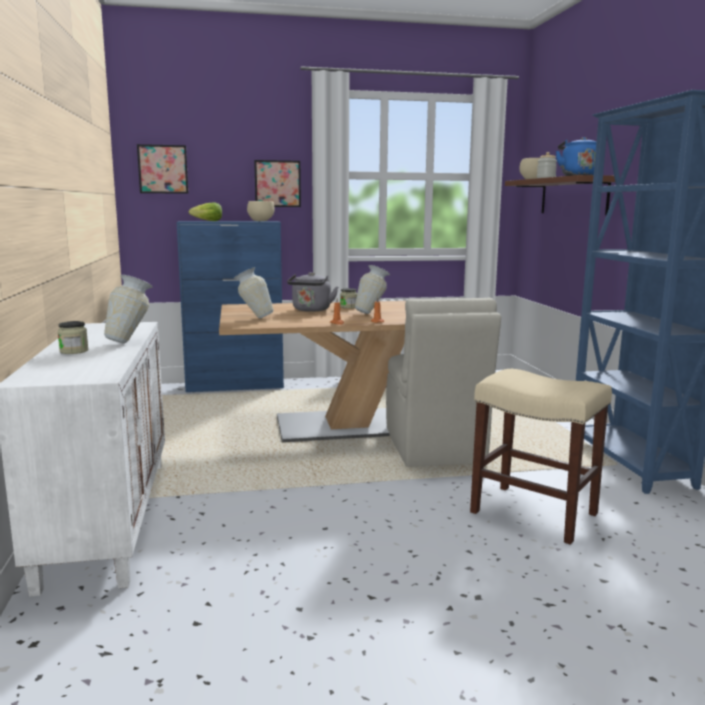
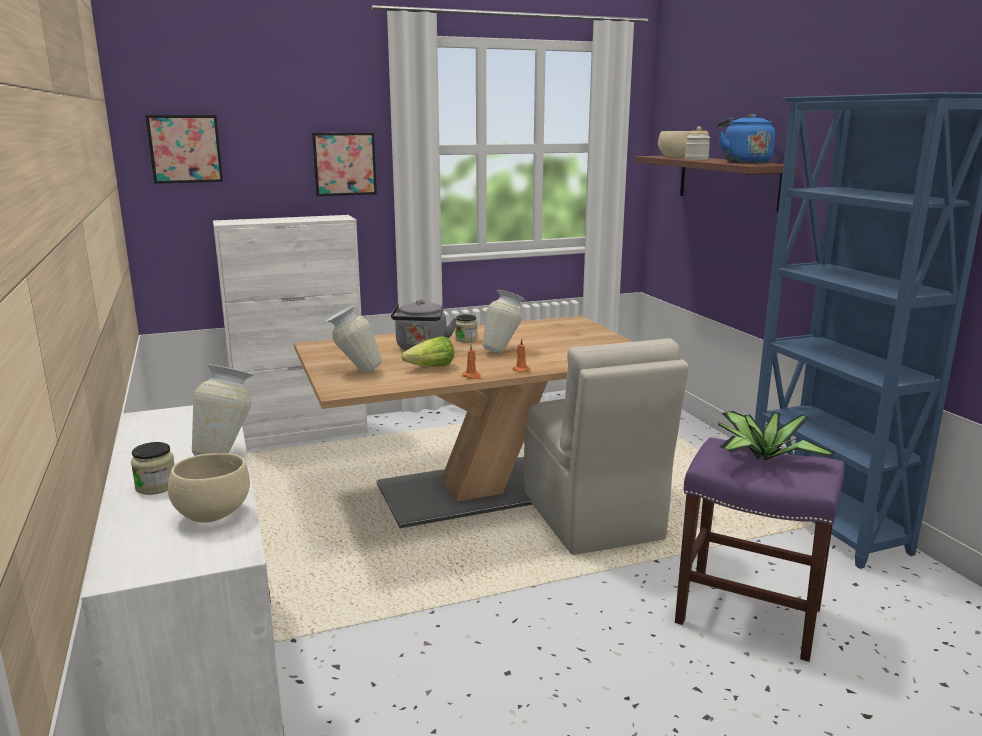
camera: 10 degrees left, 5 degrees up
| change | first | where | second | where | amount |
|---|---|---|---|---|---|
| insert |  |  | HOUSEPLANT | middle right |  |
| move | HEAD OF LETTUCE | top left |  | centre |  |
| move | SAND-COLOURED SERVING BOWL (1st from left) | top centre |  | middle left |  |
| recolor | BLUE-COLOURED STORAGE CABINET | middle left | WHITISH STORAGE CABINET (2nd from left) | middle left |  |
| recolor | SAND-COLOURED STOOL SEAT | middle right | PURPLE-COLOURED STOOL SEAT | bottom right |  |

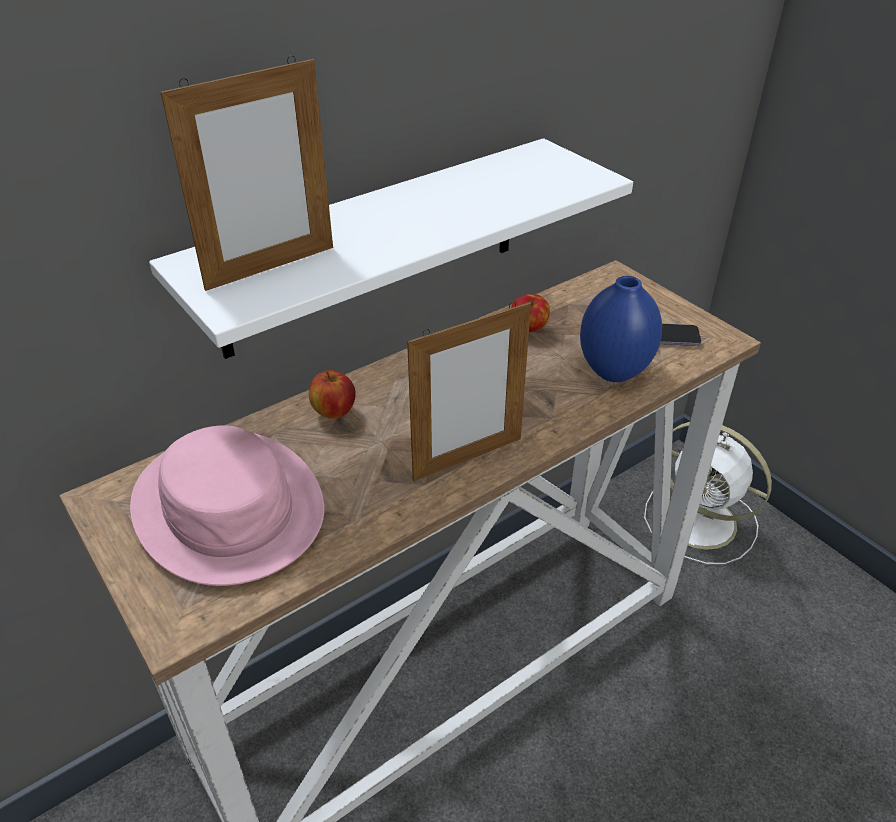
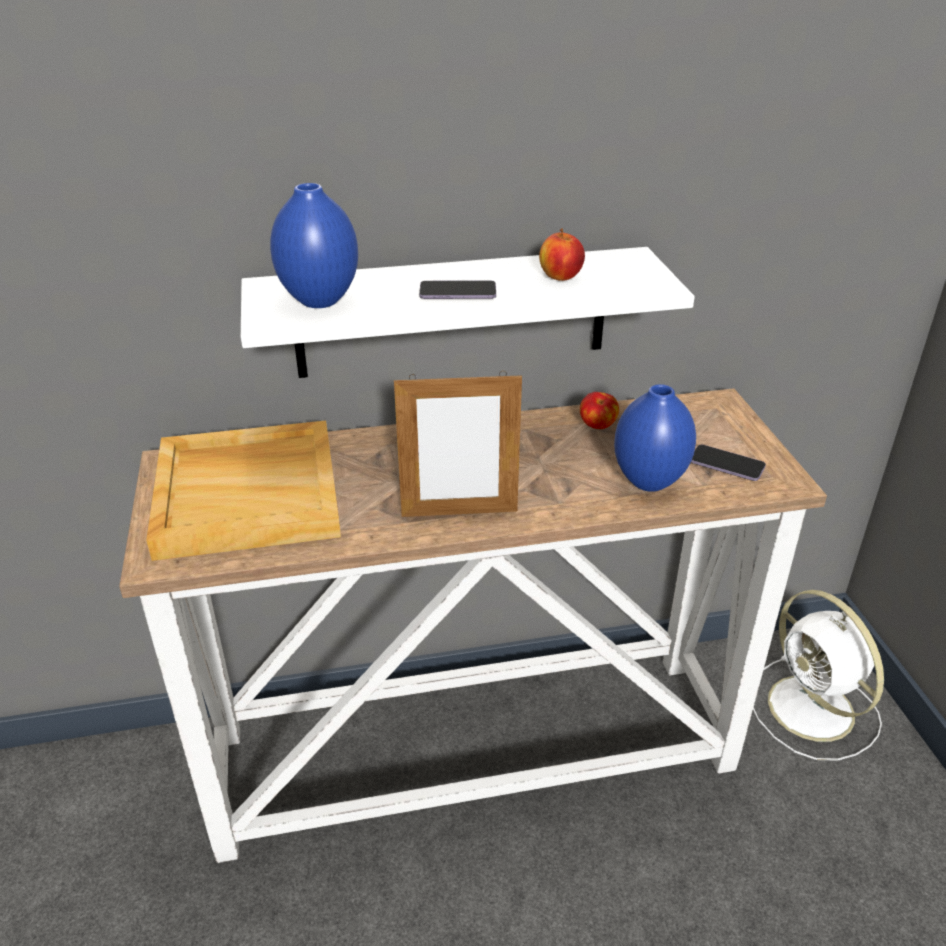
camera: 25 degrees right, 5 degrees down
| change | first | where | second | where | amount |
|---|---|---|---|---|---|
| insert |  |  | TELEPHONE (1st from left) | top centre |  |
| move | APPLE (1st from left) | centre |  | top centre |  |
| replace | PINK CLOTHING HAT | middle left | SAND-COLOURED SERVING TRAY | middle left |  |
| replace | PICTURE FRAME (1st from left) | top left | BLUE-COLOURED DECORATIVE VASE (1st from left) | top left |  |

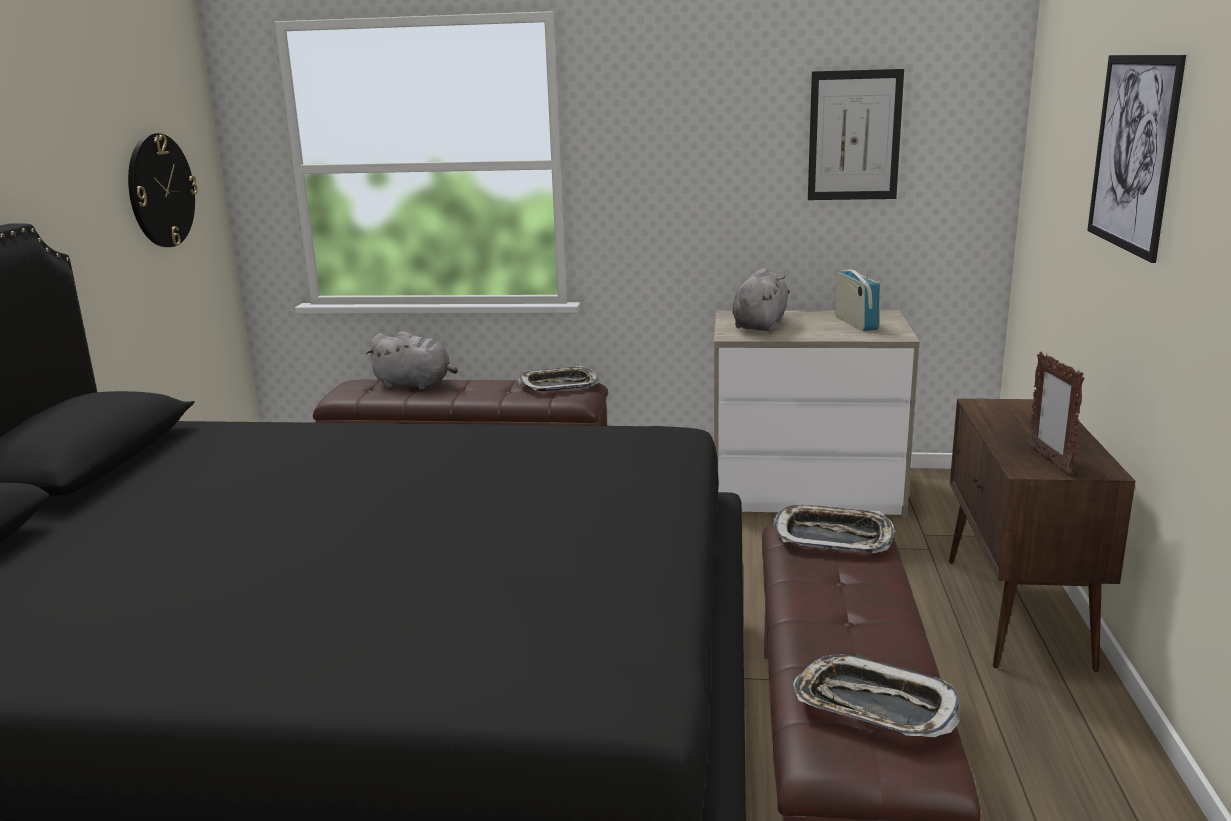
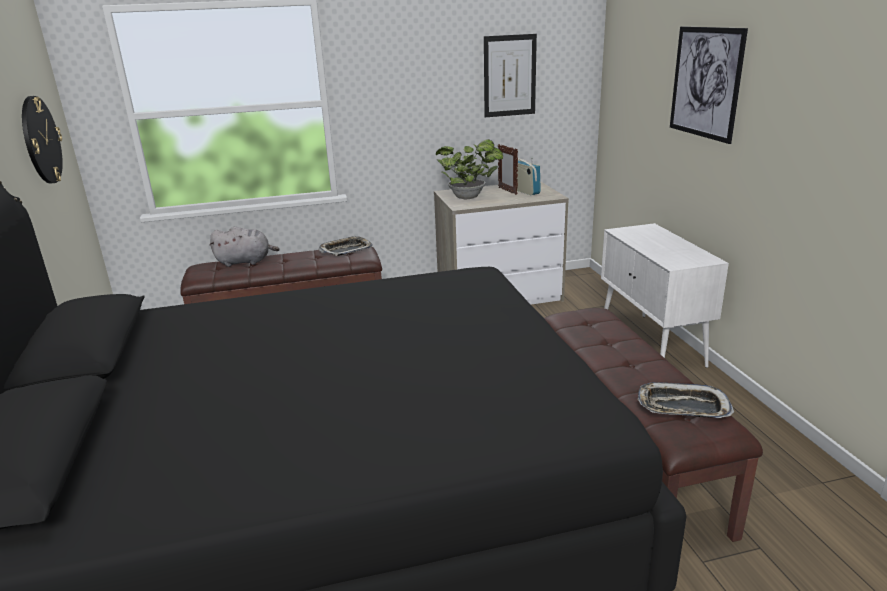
camera: 20 degrees left, 5 degrees up
| change | first | where | second | where | amount |
|---|---|---|---|---|---|
| delete | SERVING TRAY (2nd from left) | middle right |  |  |  |
| move | PICTURE FRAME | middle right |  | top centre |  |
| replace | GREYISH CUDDLY TOY (2nd from left) | centre | HOUSEPLANT | top centre |  |
| recolor | BROWN STORAGE CABINET | middle right | WHITISH STORAGE CABINET | middle right |  |

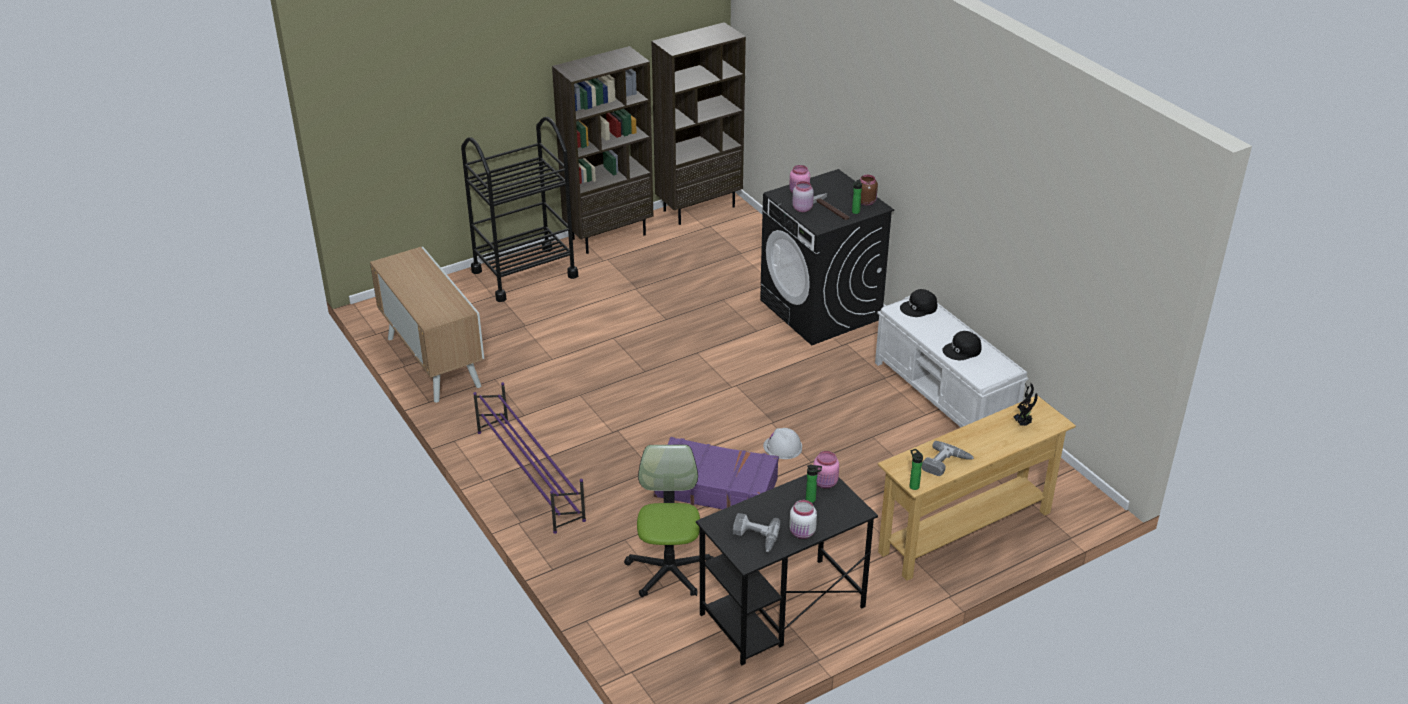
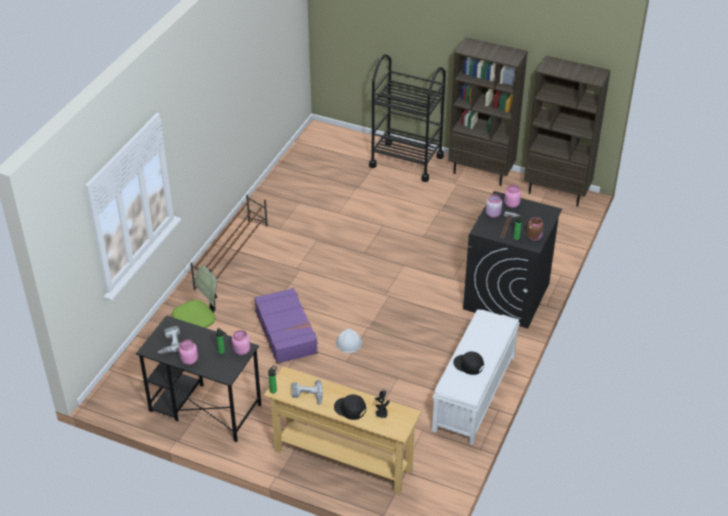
camera: 55 degrees right, 5 degrees up
| change | first | where | second | where | amount |
|---|---|---|---|---|---|
| delete | STORAGE CABINET | middle left |  |  |  |
| move | BLACKISH BASEBALL CAP (1st from left) | centre |  | bottom centre |  |
| recolor | PURPLE-COLOURED SHOE STAND | centre | BROWN SHOE STAND | middle left |  |
| recolor | WHITISH STORAGE JAR | bottom centre | PINK STORAGE JAR (1st from left) | bottom left |  |

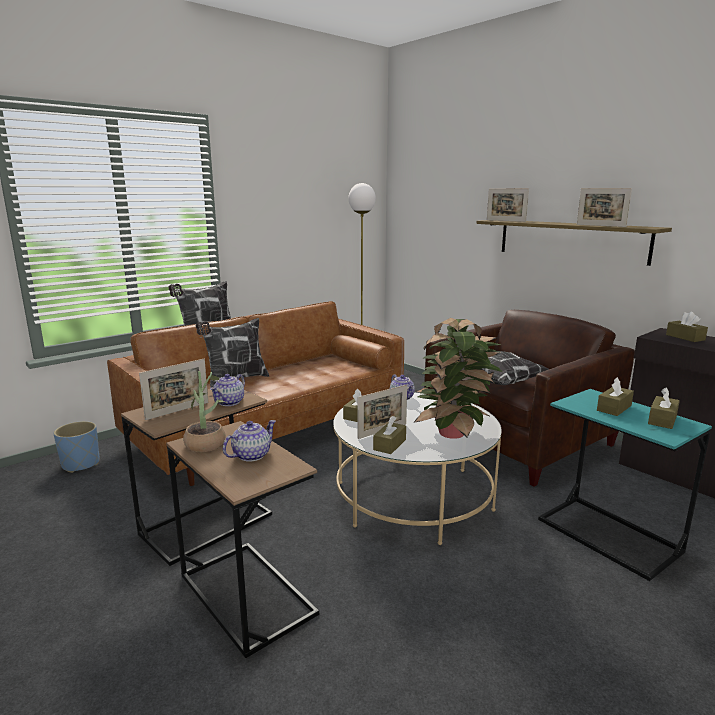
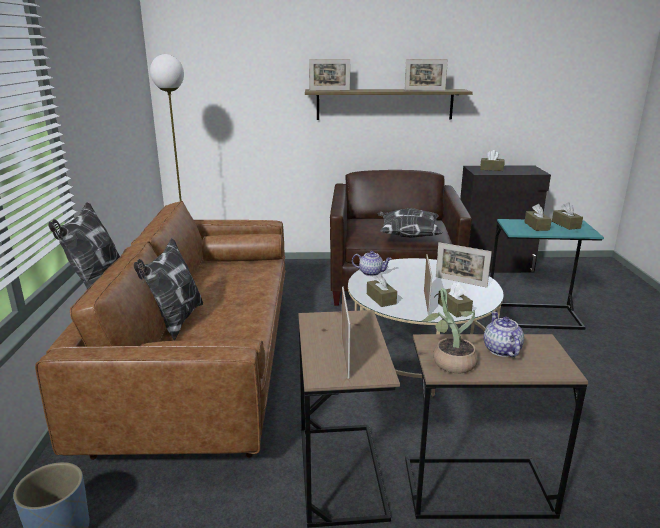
camera: 50 degrees left, 5 degrees up
| change | first | where | second | where | amount |
|---|---|---|---|---|---|
| delete | POT FOR TEA (1st from left) | middle left |  |  |  |
| replace | HOUSEPLANT (2nd from left) | centre | PICTURE FRAME (5th from left) | middle right |  |

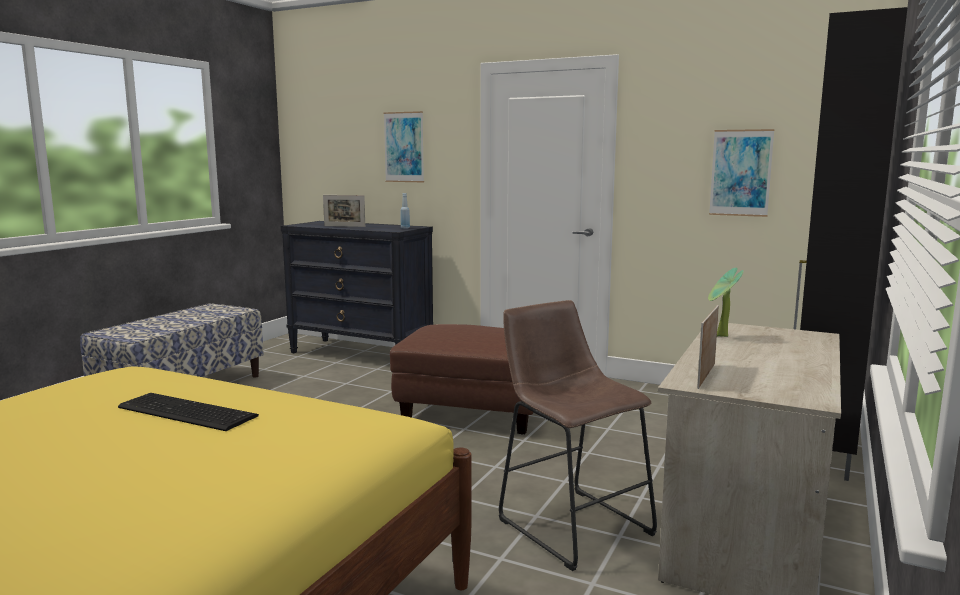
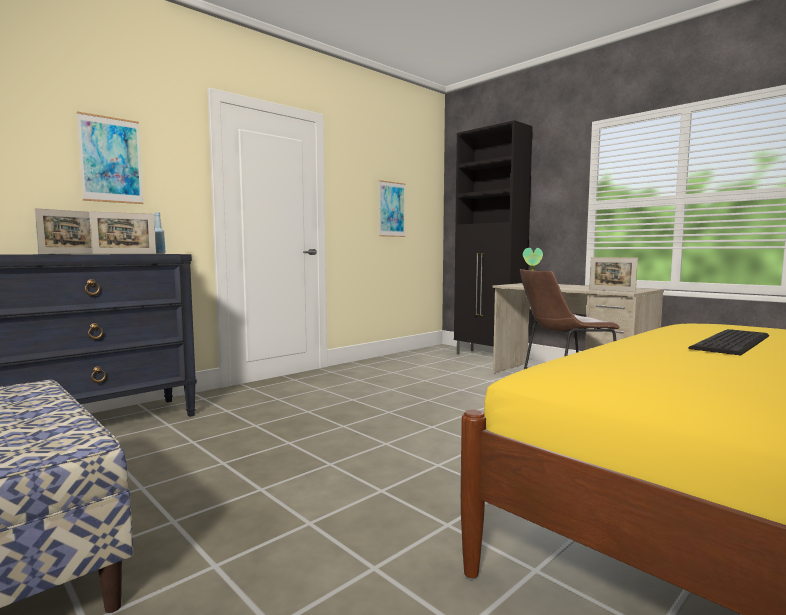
camera: 70 degrees left, 5 degrees down
| change | first | where | second | where | amount |
|---|---|---|---|---|---|
| delete | BROWN POUFFE | centre |  |  |  |
| insert |  |  | PICTURE FRAME (2nd from left) | middle left |  |

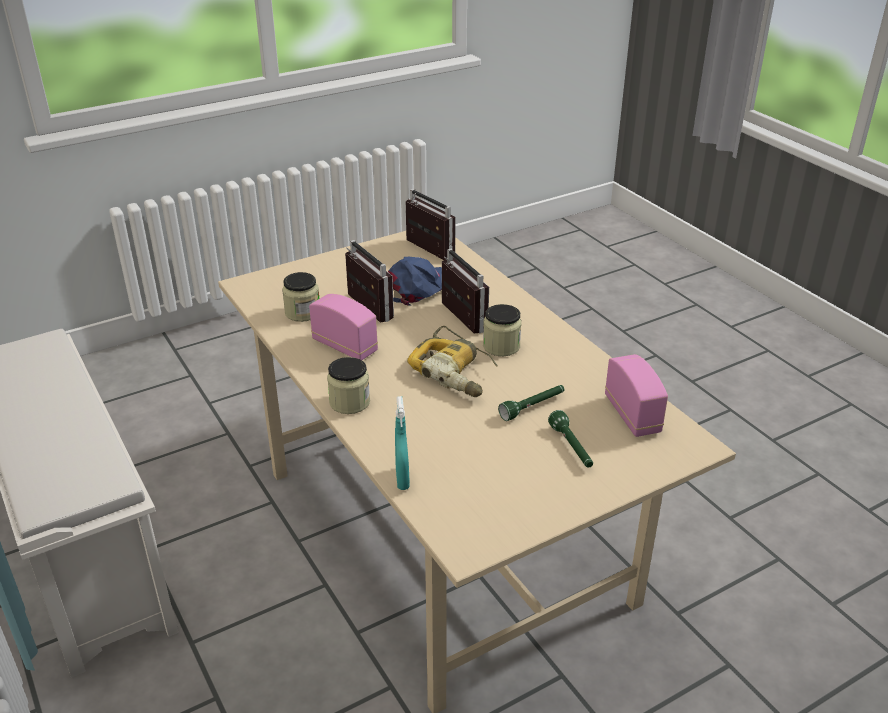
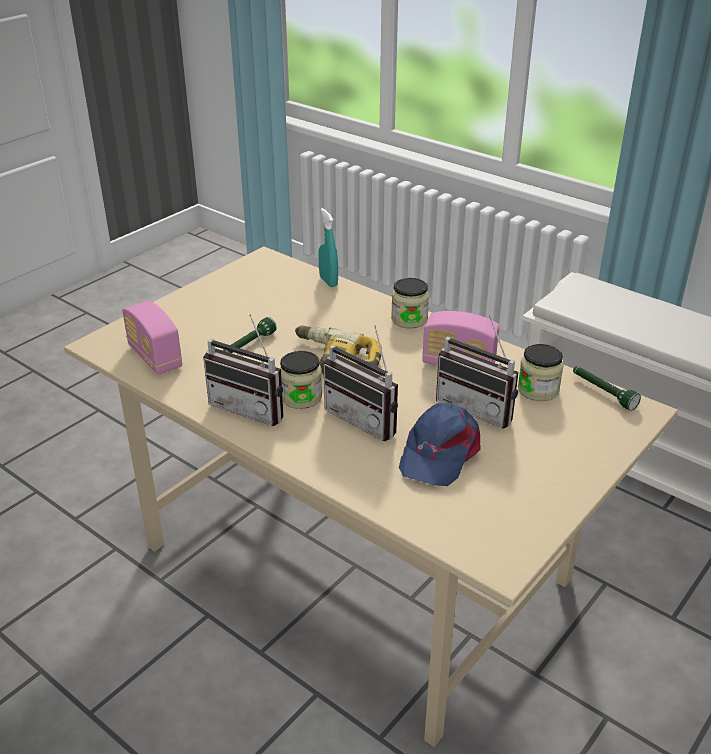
camera: 160 degrees right, 0 degrees up
| change | first | where | second | where | amount |
|---|---|---|---|---|---|
| move | RADIO (3rd from left in the first image) | top centre | RADIO (2nd from left) | centre |  |
| move | GREEN-COLOURED FLASHLIGHT (2nd from left) | centre |  | middle right |  |

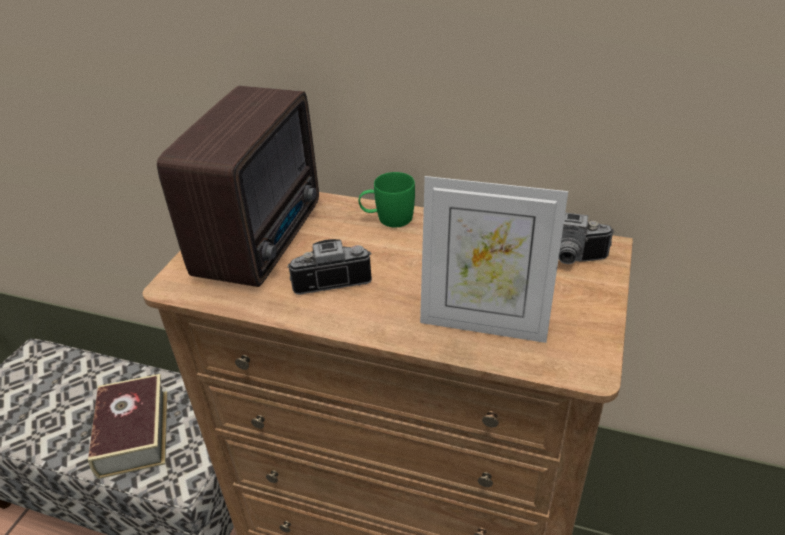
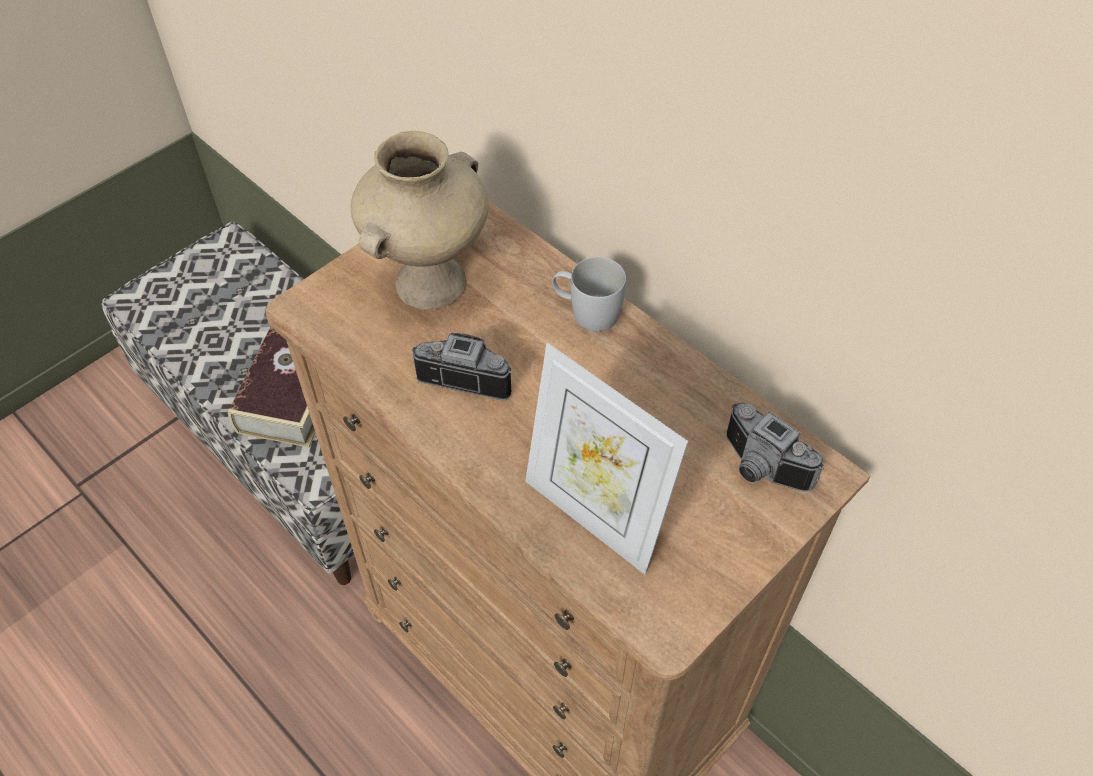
camera: 25 degrees right, 15 degrees up
| change | first | where | second | where | amount |
|---|---|---|---|---|---|
| replace | RADIO | middle left | SAND-COLOURED DECORATIVE VASE | top centre |  |
| recolor | GREEN-COLOURED COFFEE MUG | centre | WHITISH COFFEE MUG | centre |  |

